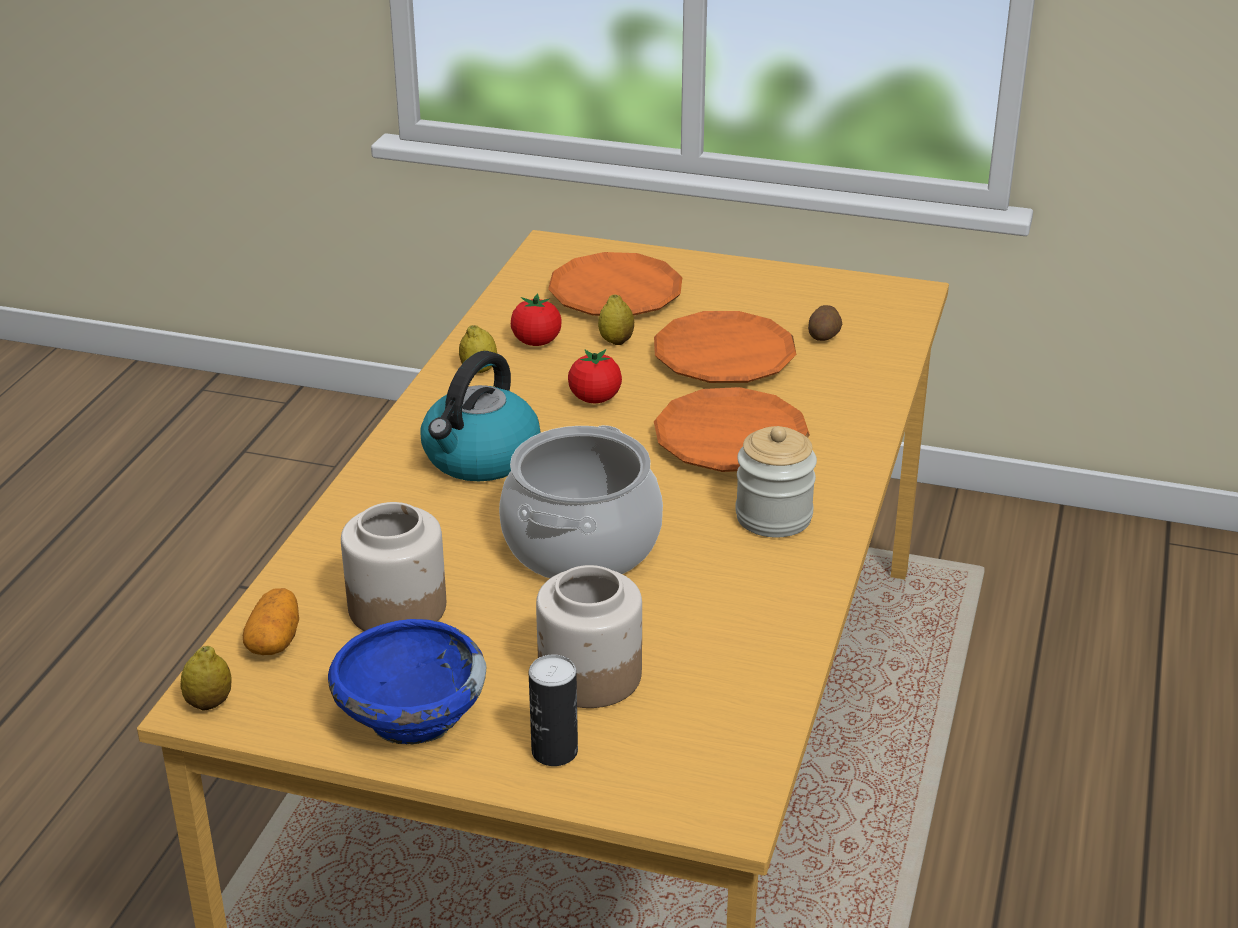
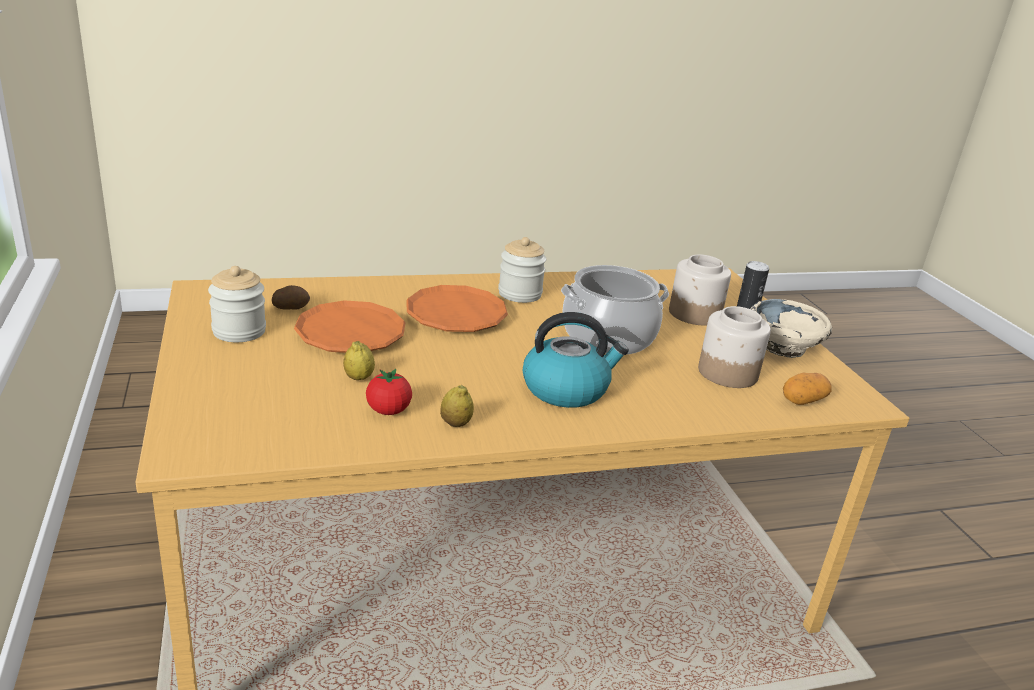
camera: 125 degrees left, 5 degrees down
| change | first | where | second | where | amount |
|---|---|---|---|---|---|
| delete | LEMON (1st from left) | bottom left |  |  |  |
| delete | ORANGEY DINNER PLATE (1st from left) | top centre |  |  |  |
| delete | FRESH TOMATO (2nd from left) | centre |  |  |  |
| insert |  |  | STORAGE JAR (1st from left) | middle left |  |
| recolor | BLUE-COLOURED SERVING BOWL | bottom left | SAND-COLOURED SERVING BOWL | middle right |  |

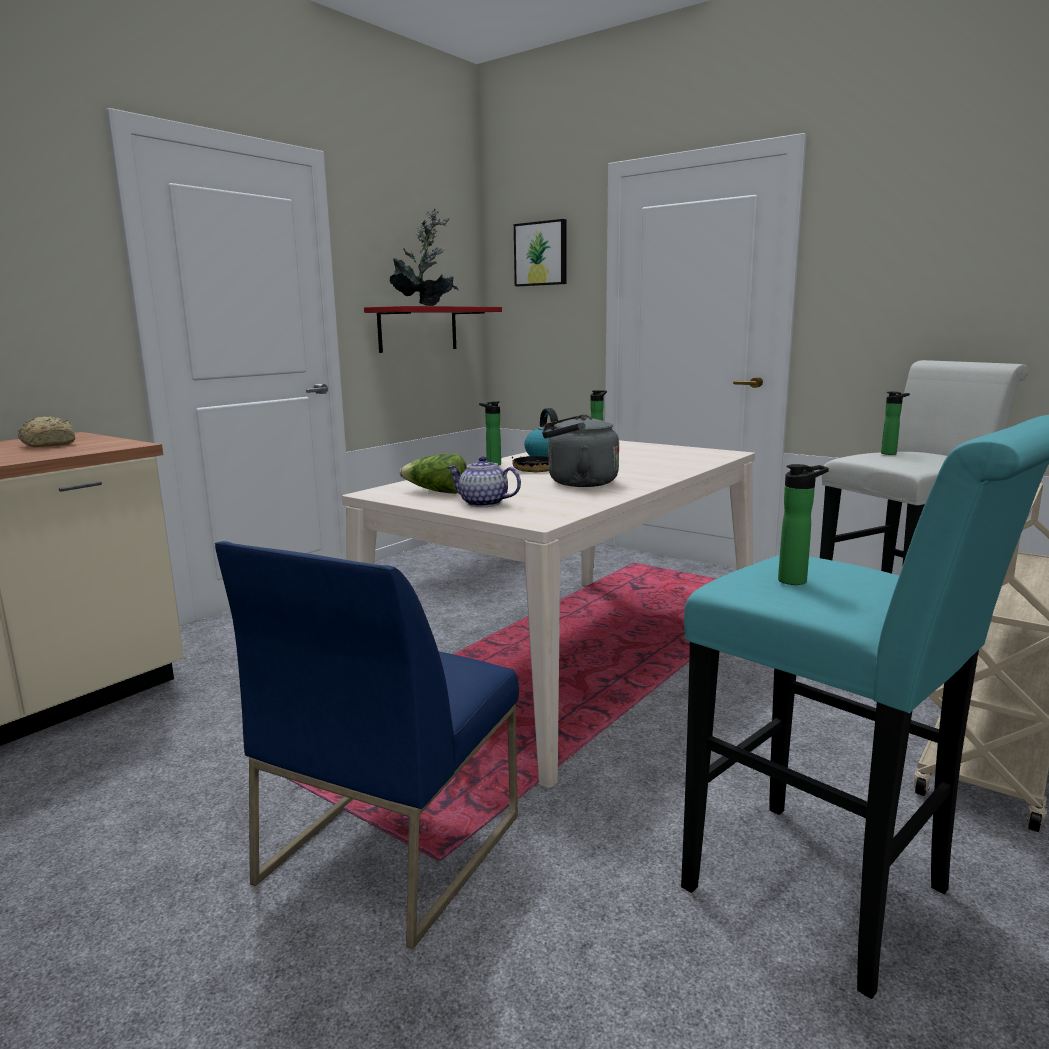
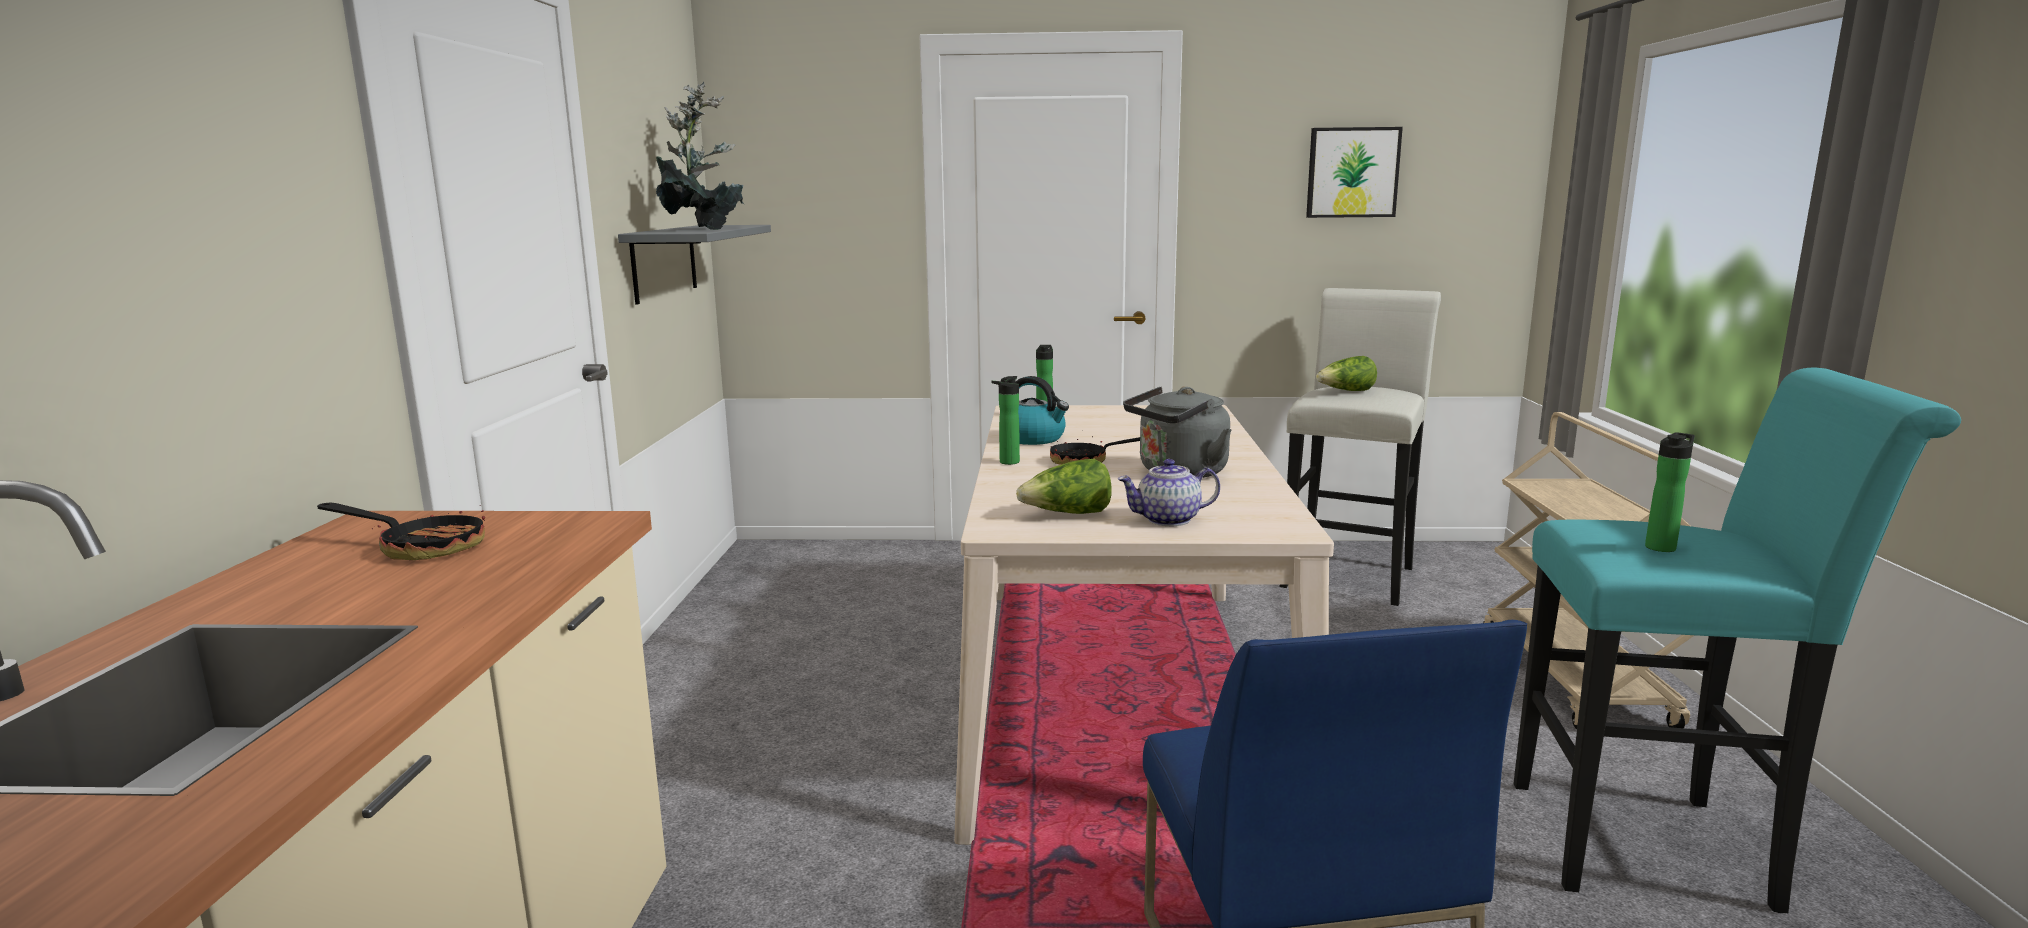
camera: 35 degrees left, 0 degrees up
| change | first | where | second | where | amount |
|---|---|---|---|---|---|
| move | WALL ART | top centre |  | top right |  |
| replace | BAKERY BREAD | middle left | FRYING PAN (1st from left) | middle left |  |
| replace | BOTTLE (4th from left) | middle right | HEAD OF LETTUCE (2nd from left) | centre |  |
| recolor | REDDISH SHELF | top centre | GREYISH SHELF | top centre |  |

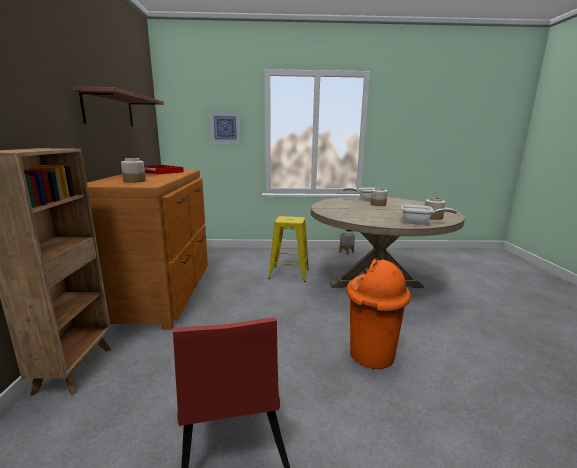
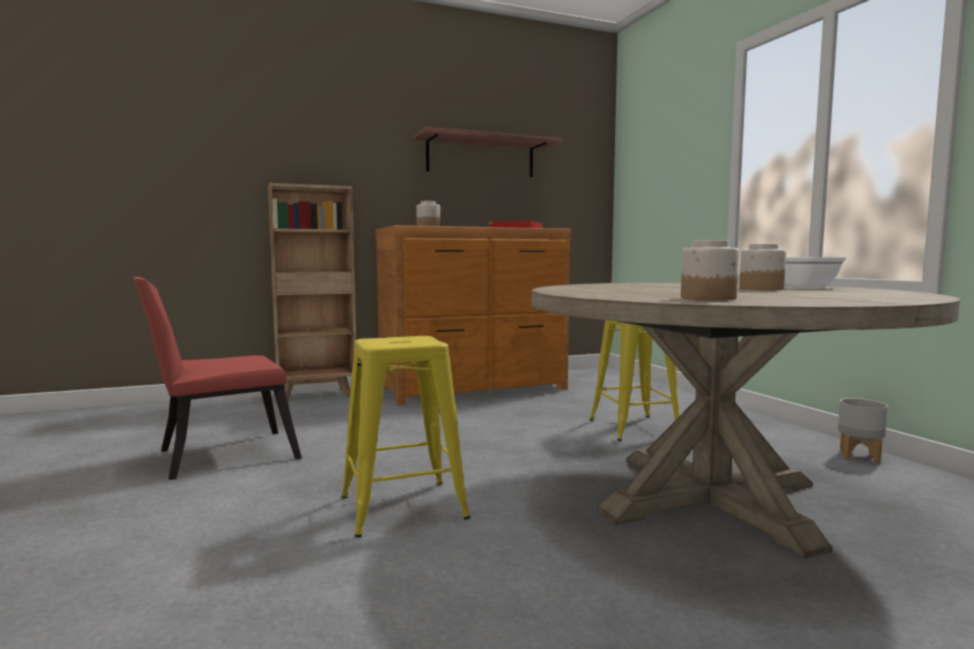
camera: 70 degrees right, 10 degrees down
| change | first | where | second | where | amount |
|---|---|---|---|---|---|
| delete | WALL ART | top centre |  |  |  |
| delete | FRYING PAN (2nd from left) | middle right |  |  |  |
| replace | ORANGEY TRASH CAN | bottom centre | YELLOW STOOL SEAT (1st from left) | bottom centre |  |

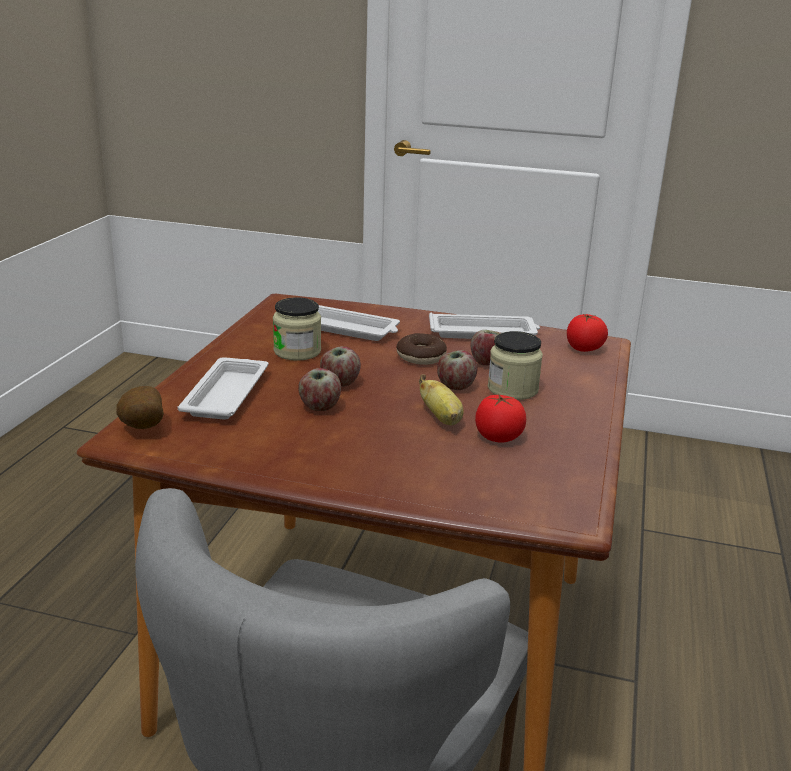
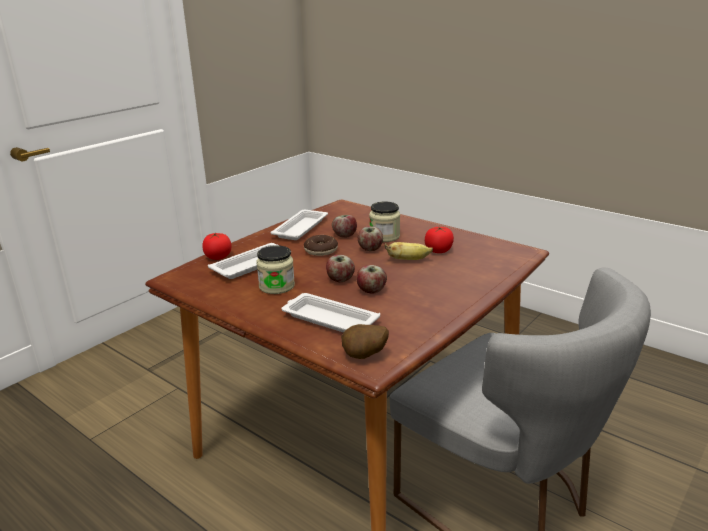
camera: 65 degrees left, 0 degrees up
| change | first | where | second | where | amount |
|---|---|---|---|---|---|
| move | FRESH TOMATO (2nd from left in the first image) | middle right | FRESH TOMATO (1st from left) | middle left |  |

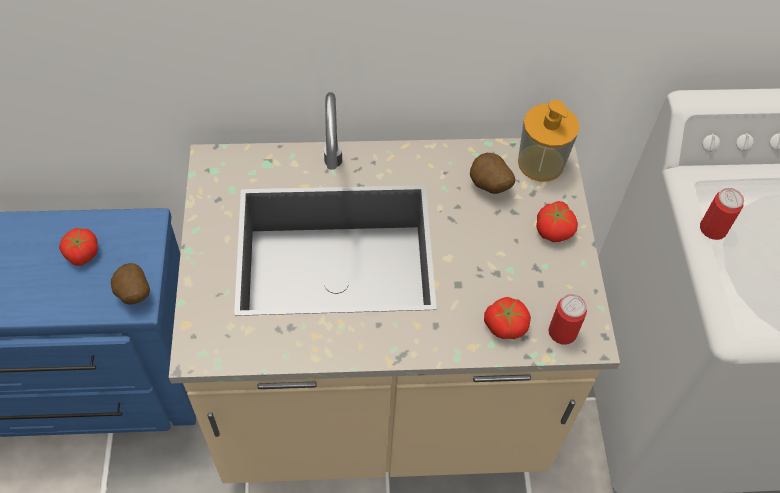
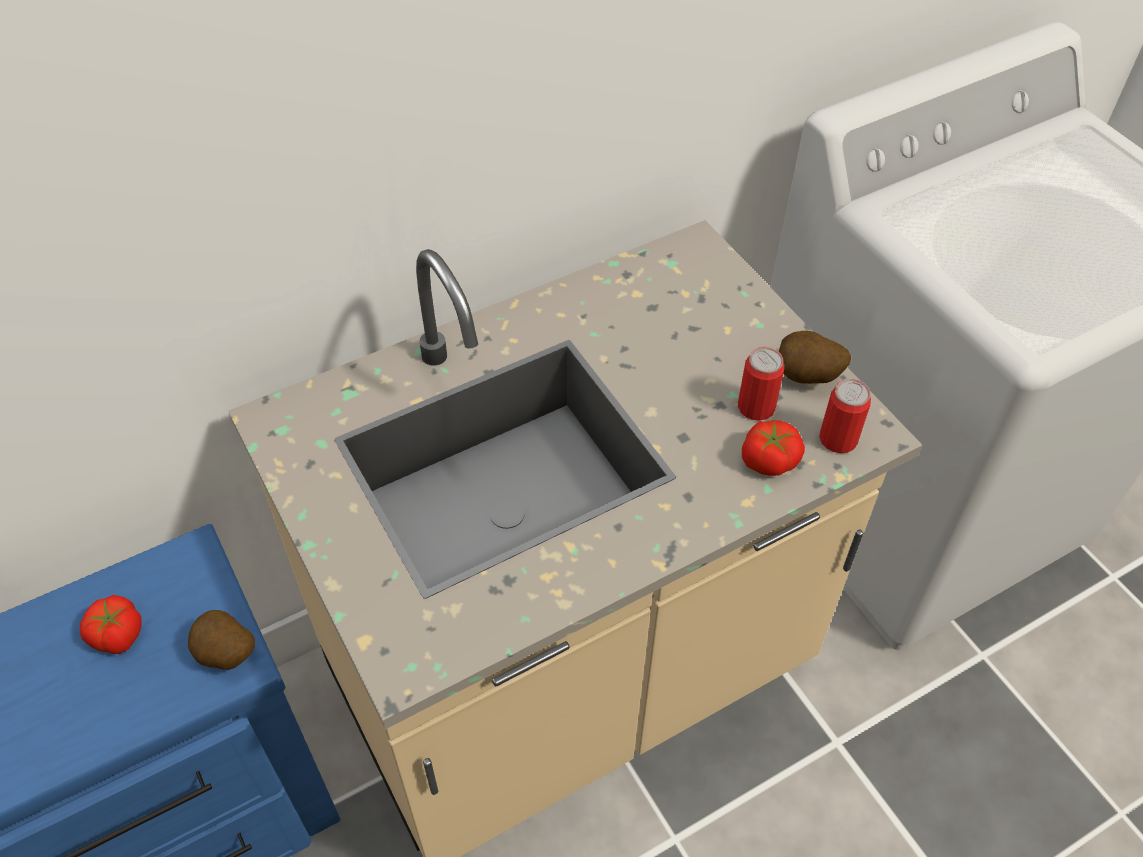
camera: 25 degrees left, 5 degrees down
| change | first | where | second | where | amount |
|---|---|---|---|---|---|
| delete | LIQUID SOAP BOTTLE | top right |  |  |  |
| delete | FRESH TOMATO (3rd from left) | middle right |  |  |  |
| move | WHOLE POTATO (2nd from left) | centre |  | middle right |  |
| move | SEALED CAN (2nd from left in the first image) | middle right | SEALED CAN (1st from left) | centre |  |

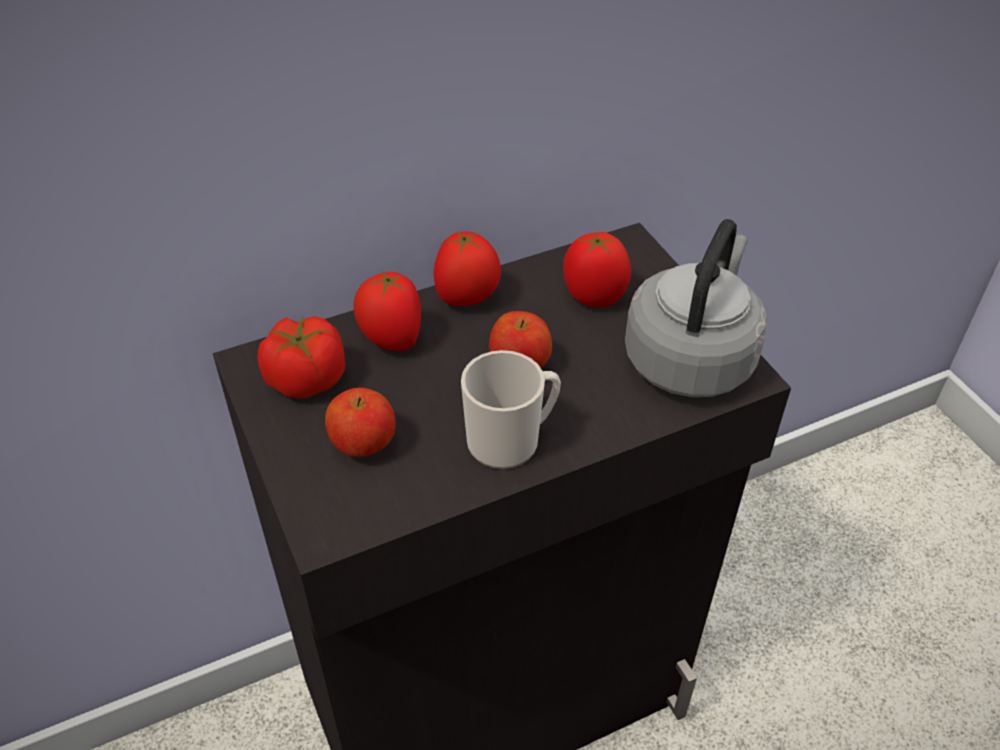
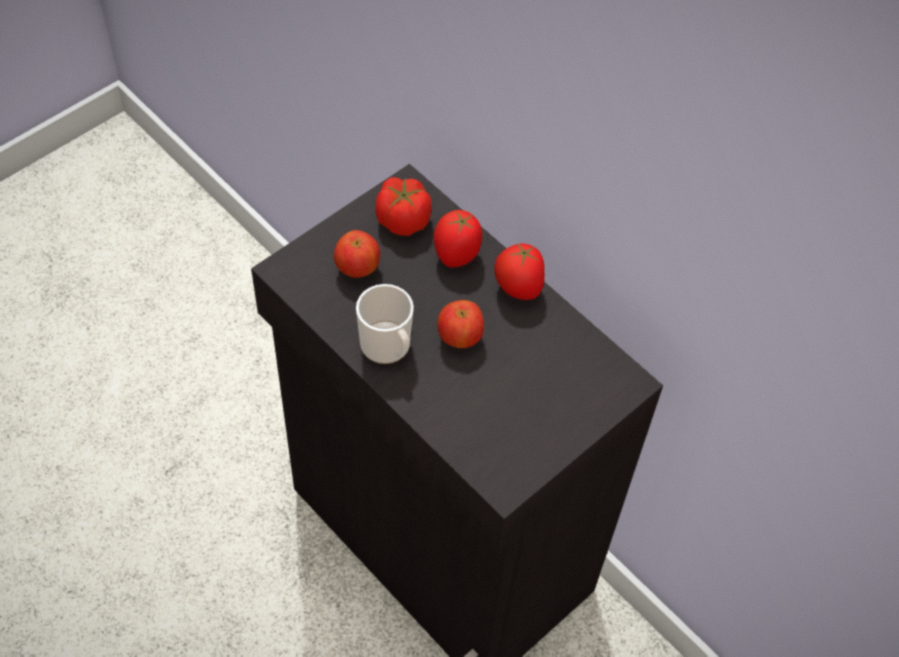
camera: 70 degrees right, 10 degrees up
| change | first | where | second | where | amount |
|---|---|---|---|---|---|
| delete | FRESH TOMATO (4th from left) | centre |  |  |  |
| delete | GREYISH TEA KETTLE | middle right |  |  |  |

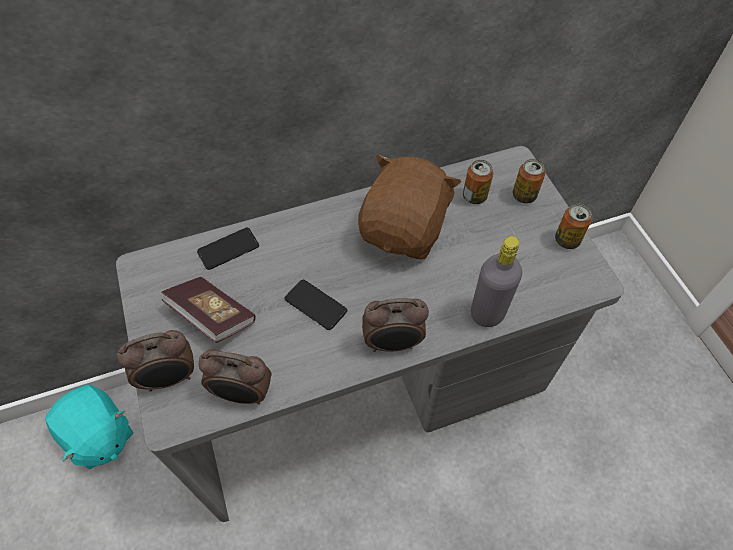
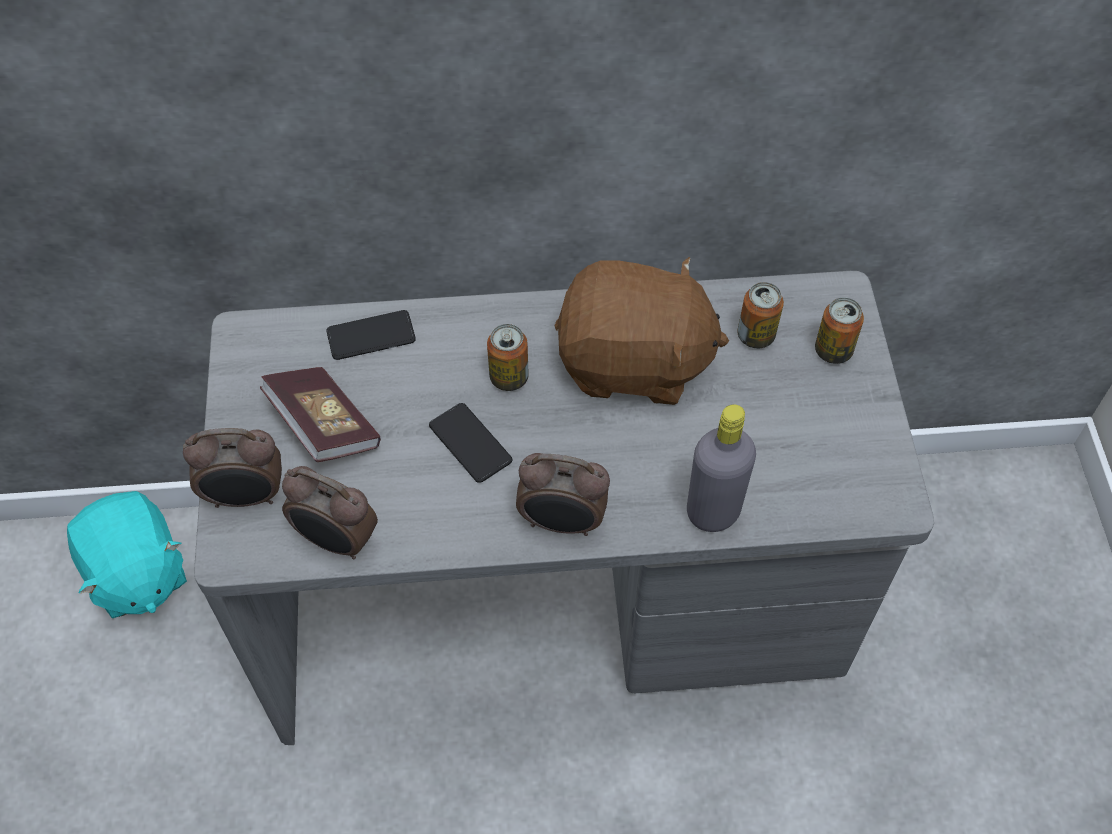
camera: 15 degrees right, 0 degrees up
| change | first | where | second | where | amount |
|---|---|---|---|---|---|
| move | SEALED CAN (3rd from left in the first image) | middle right | SEALED CAN (1st from left) | centre |  |
| rotate | BROWN CUDDLY TOY | centre |  | centre | 60 degrees clockwise |

